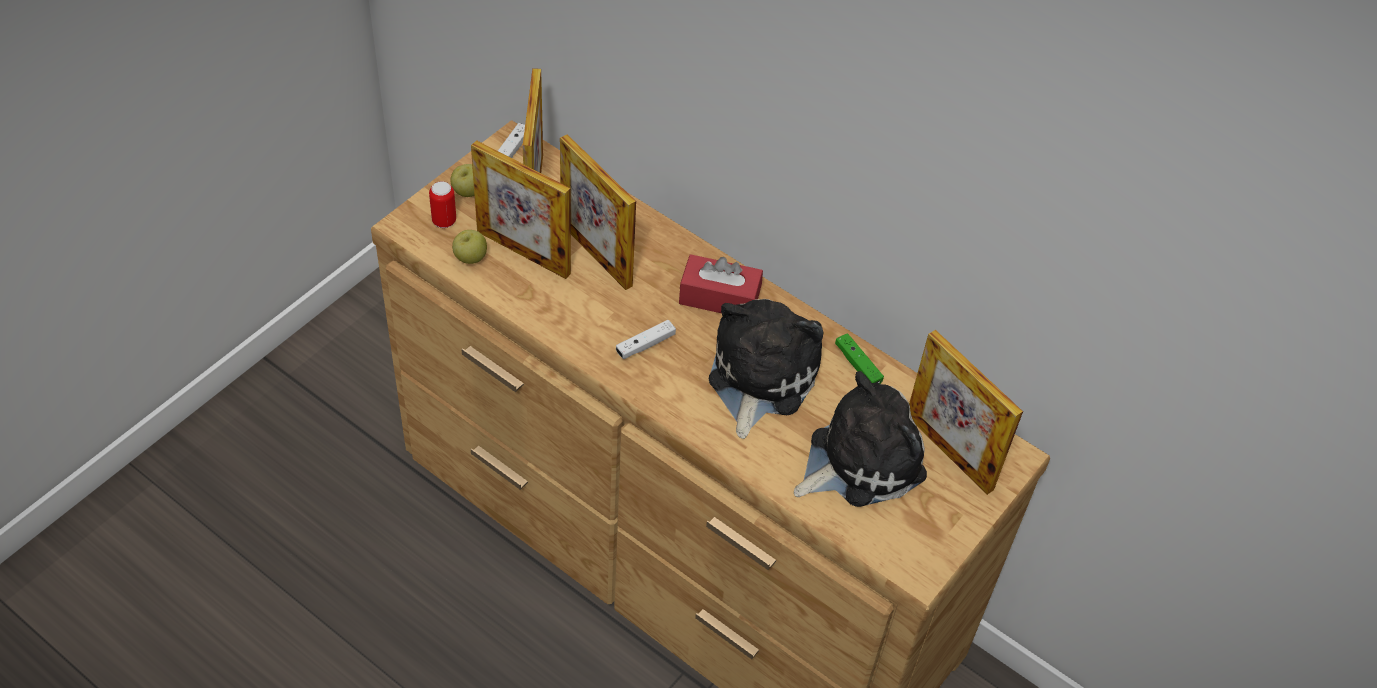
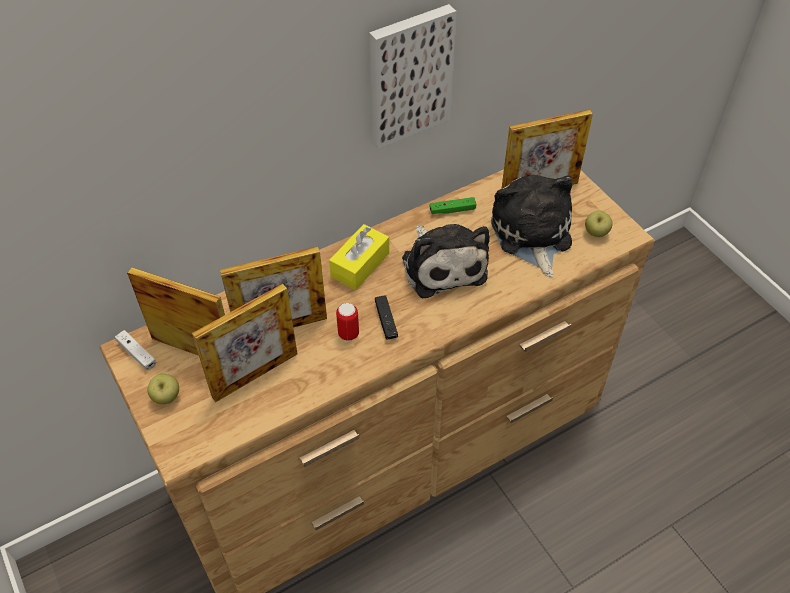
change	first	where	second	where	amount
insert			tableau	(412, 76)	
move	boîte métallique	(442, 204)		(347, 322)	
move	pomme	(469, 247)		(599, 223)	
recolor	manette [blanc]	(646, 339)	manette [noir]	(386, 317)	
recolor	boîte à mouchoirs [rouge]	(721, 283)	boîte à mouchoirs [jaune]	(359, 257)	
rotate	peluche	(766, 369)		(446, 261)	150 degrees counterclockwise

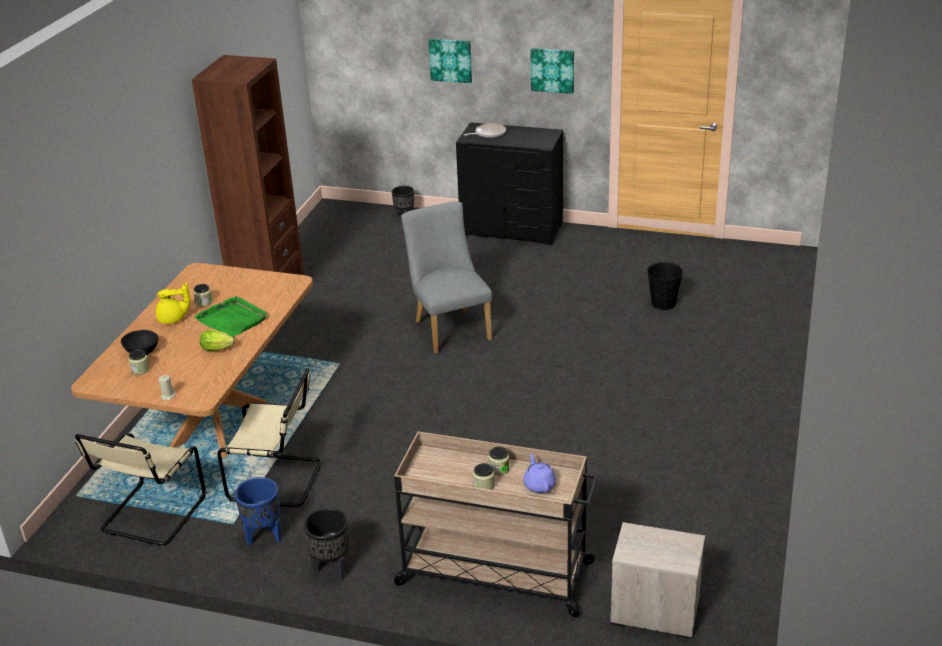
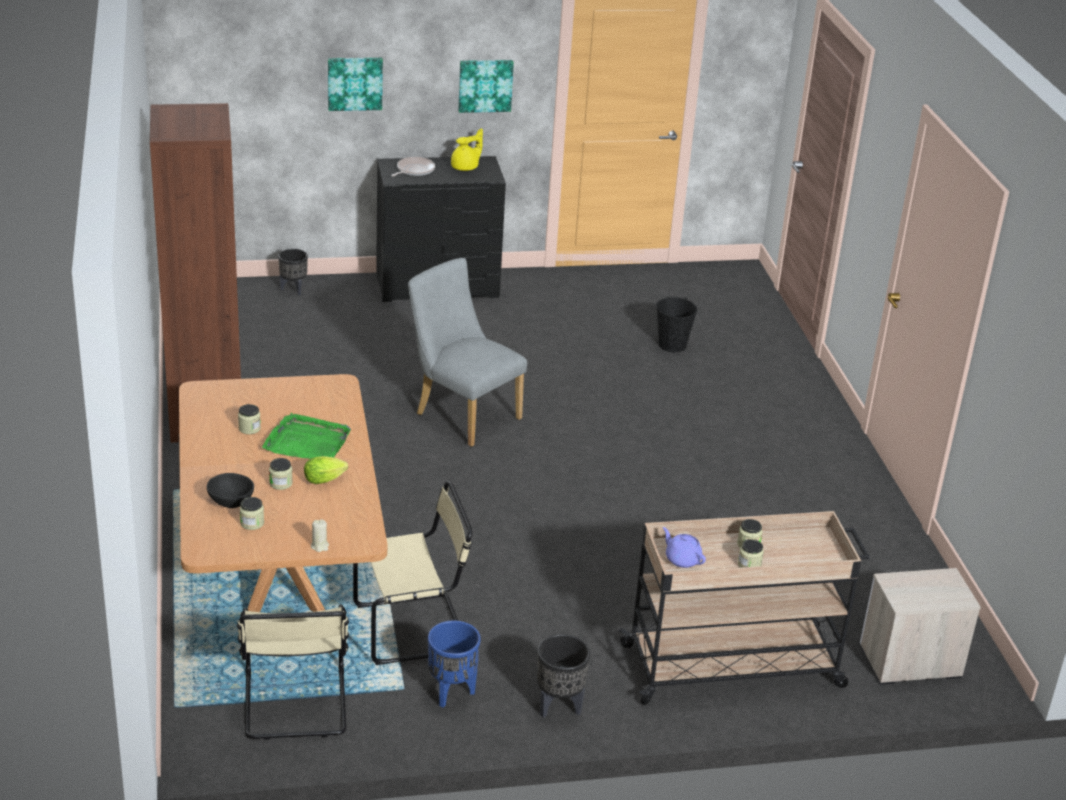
change	first	where	second	where	amount
insert			bocal	(281, 474)	
move	théière [jaune]	(173, 303)		(467, 149)	
move	théière [violet]	(539, 473)		(684, 547)	

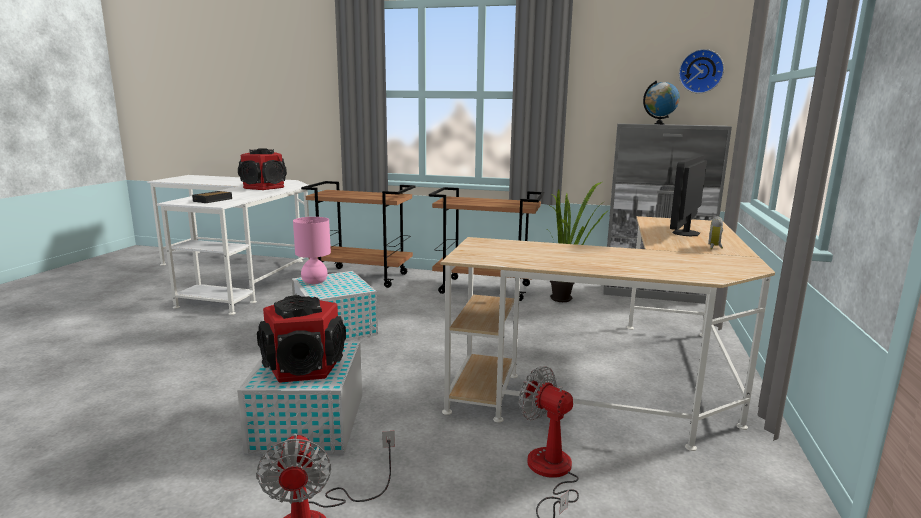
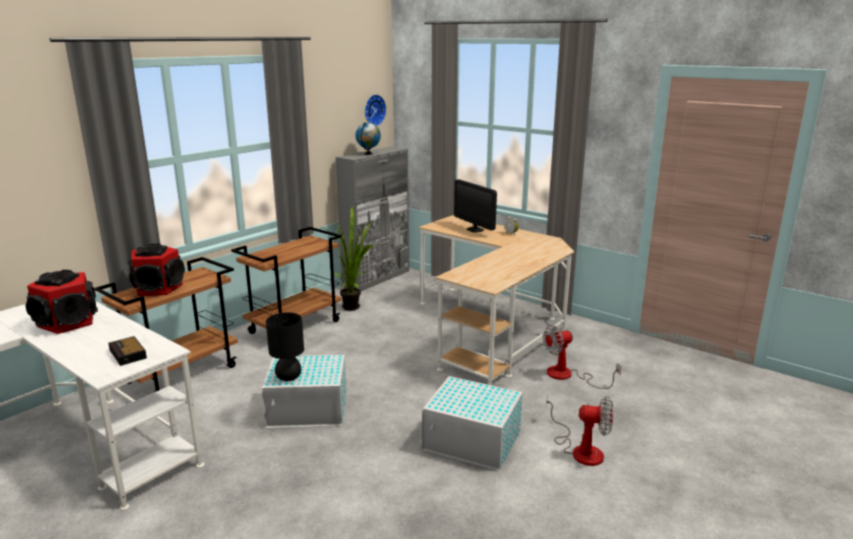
change	first	where	second	where	amount
move	enceinte	(301, 339)		(156, 270)	
recolor	lampe de table [rose]	(312, 250)	lampe de table [noir]	(285, 346)	

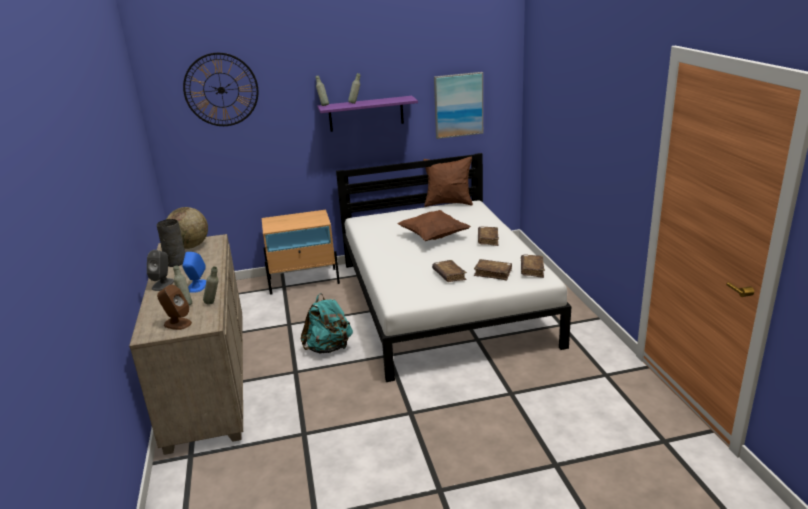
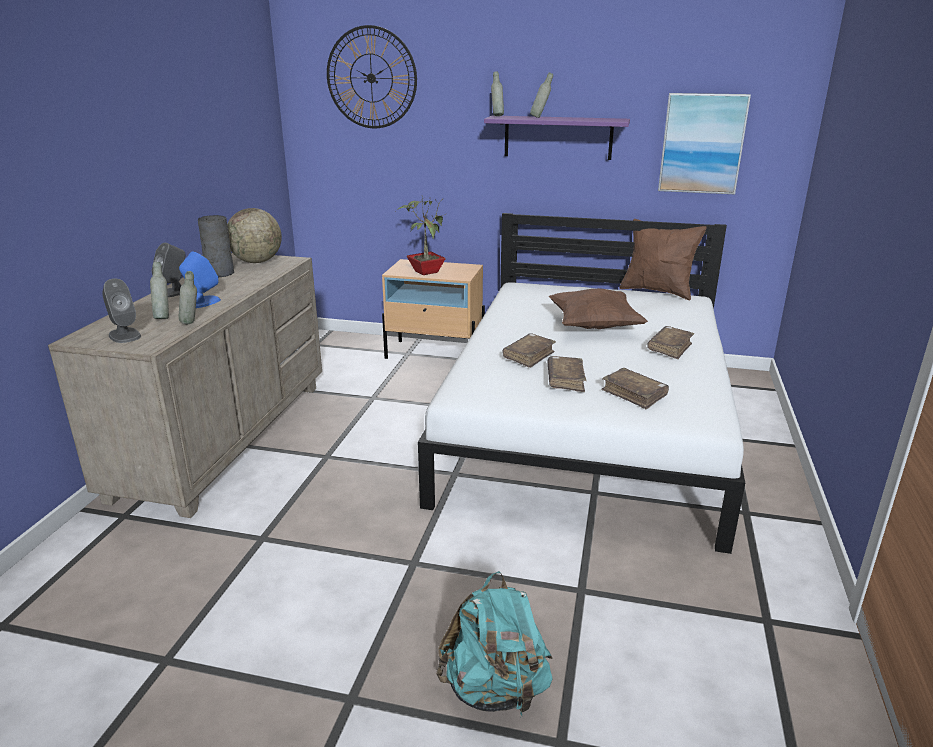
change	first	where	second	where	amount
insert			plante en pot	(421, 235)	
move	sac à dos [turquoise]	(327, 323)		(494, 643)	
move	livre [marron]	(533, 266)		(529, 350)	
recolor	enceinte [marron]	(174, 307)	enceinte [gris]	(121, 310)	

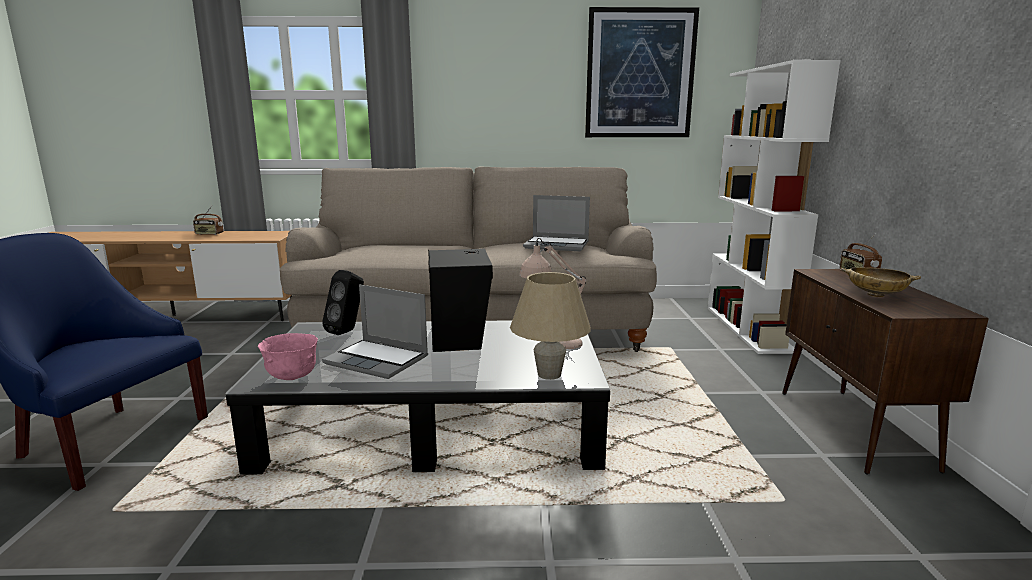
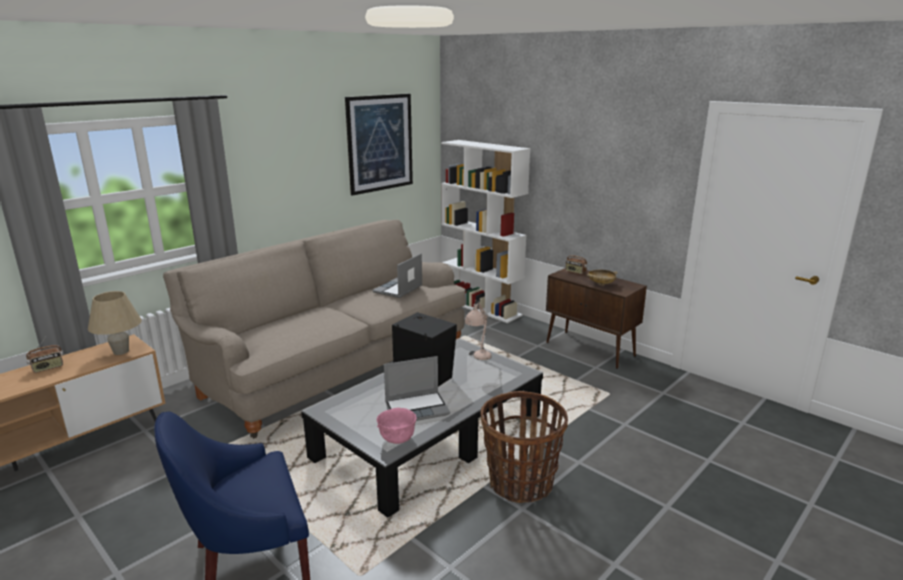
change	first	where	second	where	amount
delete	enceinte [noir]	(343, 302)			
insert			panier	(524, 447)	
move	lampe de table [beige]	(550, 326)		(115, 323)	
rotate	ordinateur portable	(556, 223)		(397, 275)	150 degrees clockwise

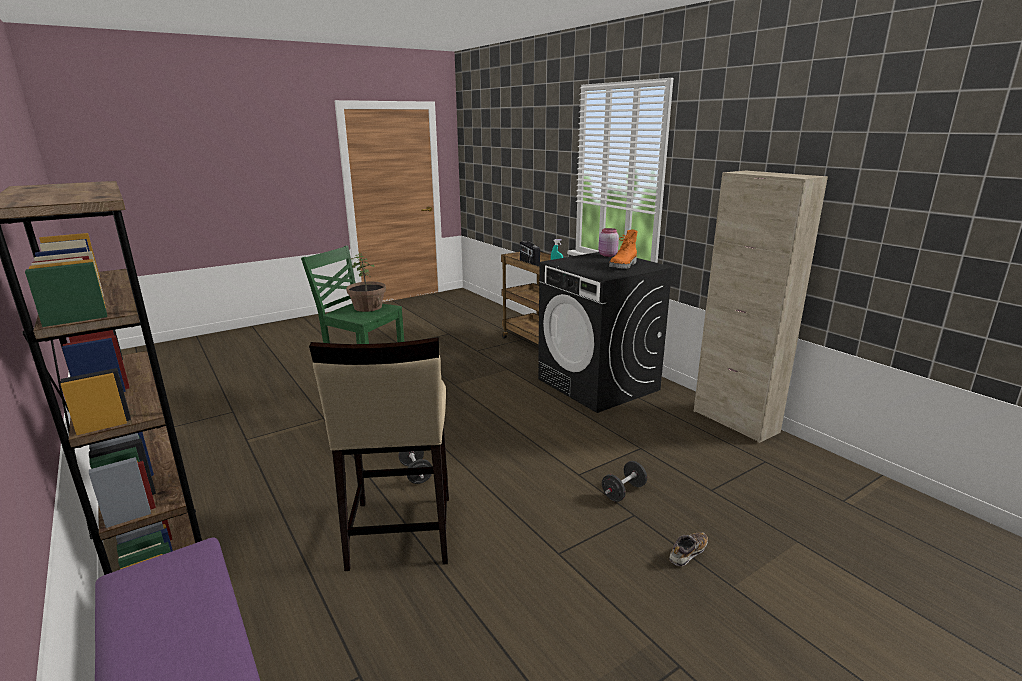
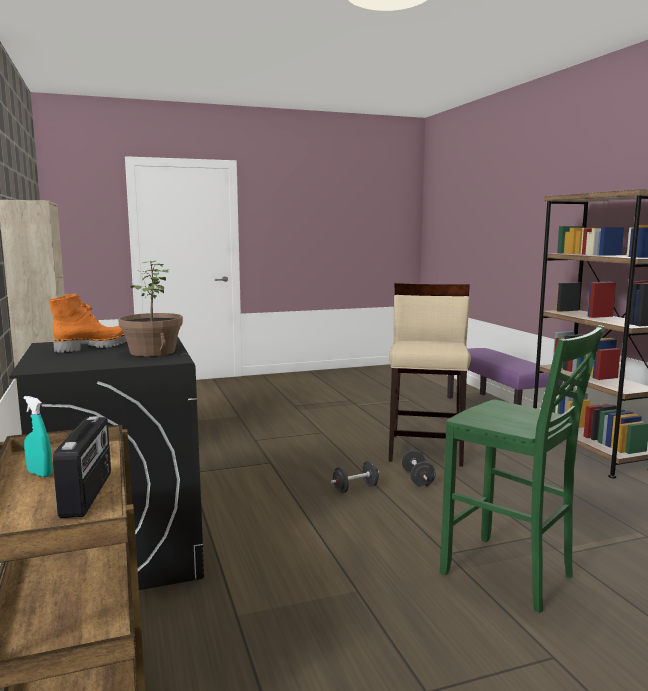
change	first	where	second	where	amount
delete	bocal [rose]	(609, 242)			
delete	chaussure	(688, 549)			
move	plante en pot	(366, 282)		(150, 308)	
move	haltère [noir]	(624, 481)		(355, 477)	

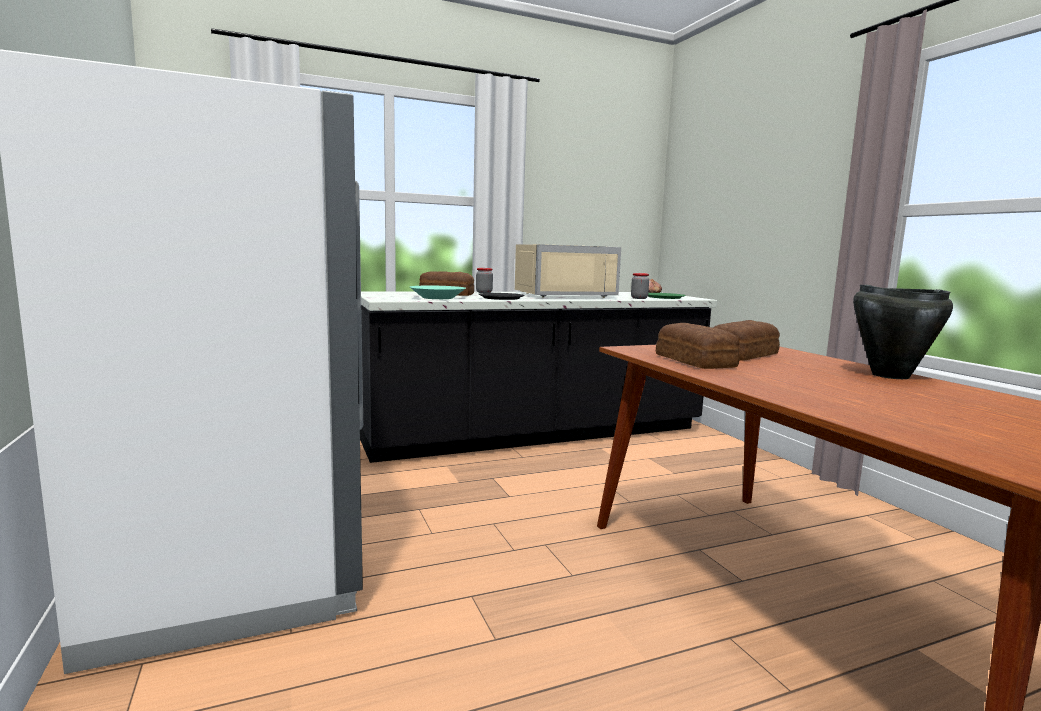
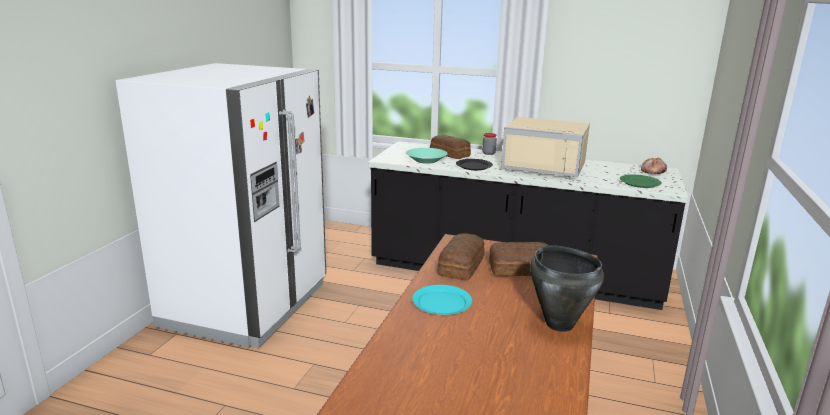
change	first	where	second	where	amount
delete	bocal	(640, 286)			
insert			assiette [turquoise]	(442, 300)	

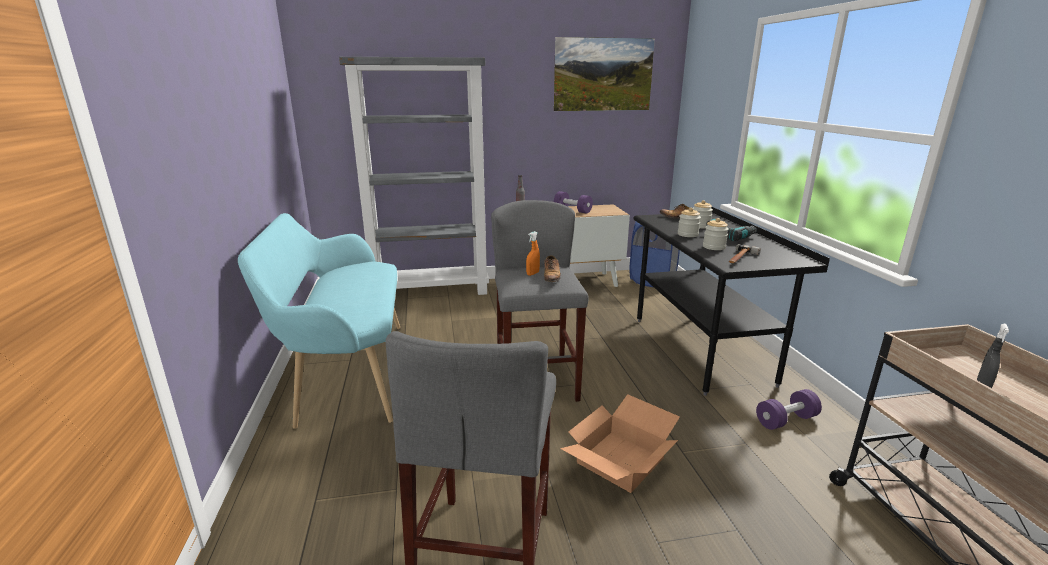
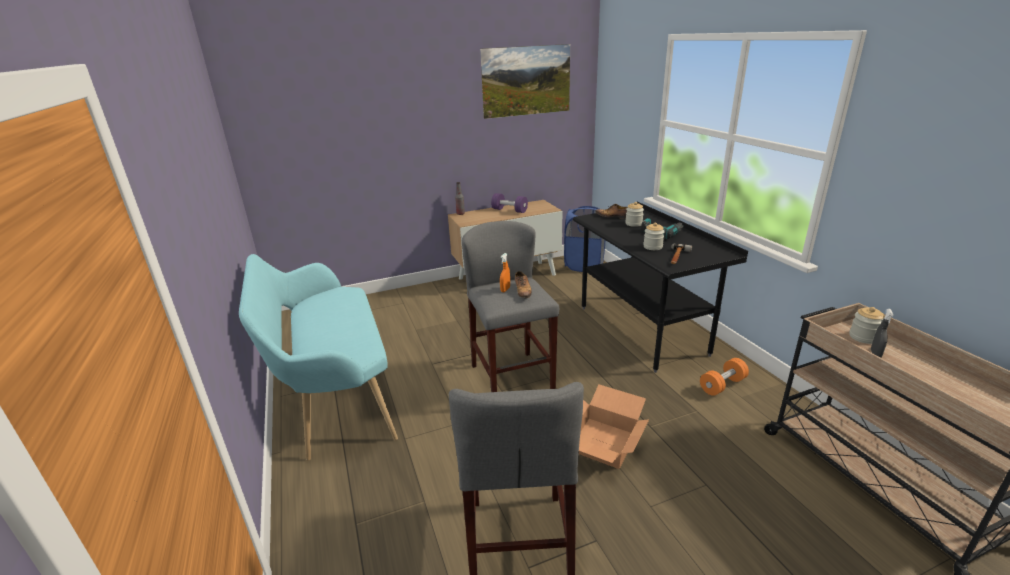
change	first	where	second	where	amount
delete	bibliothèque [gris]	(414, 176)			
move	bocal	(689, 222)		(867, 325)	
recolor	haltère [violet]	(789, 409)	haltère [orange]	(724, 377)	

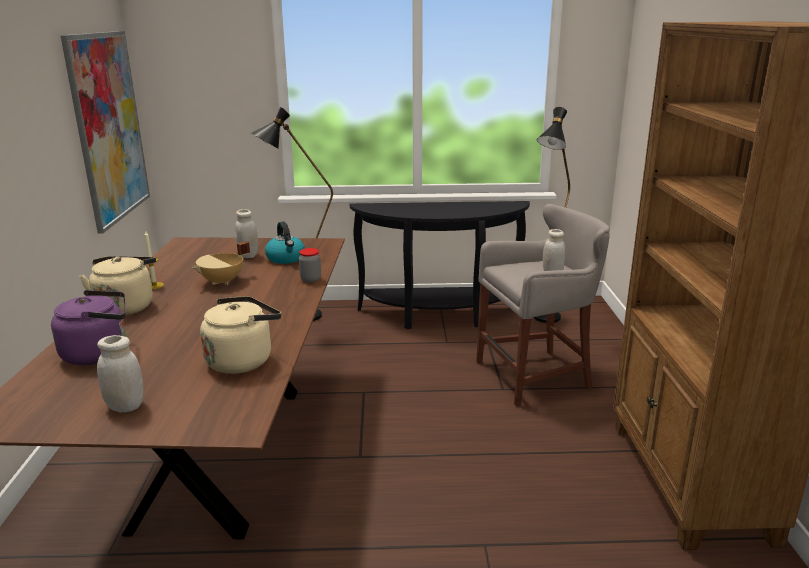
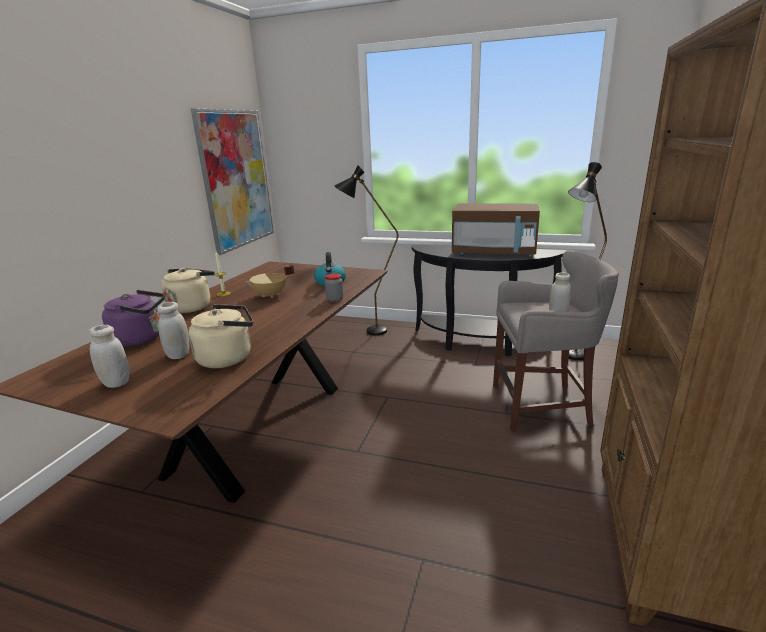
change	first	where	second	where	amount
insert			micro-ondes [marron]	(496, 230)	
move	bocal [blanc]	(246, 233)		(173, 330)	

